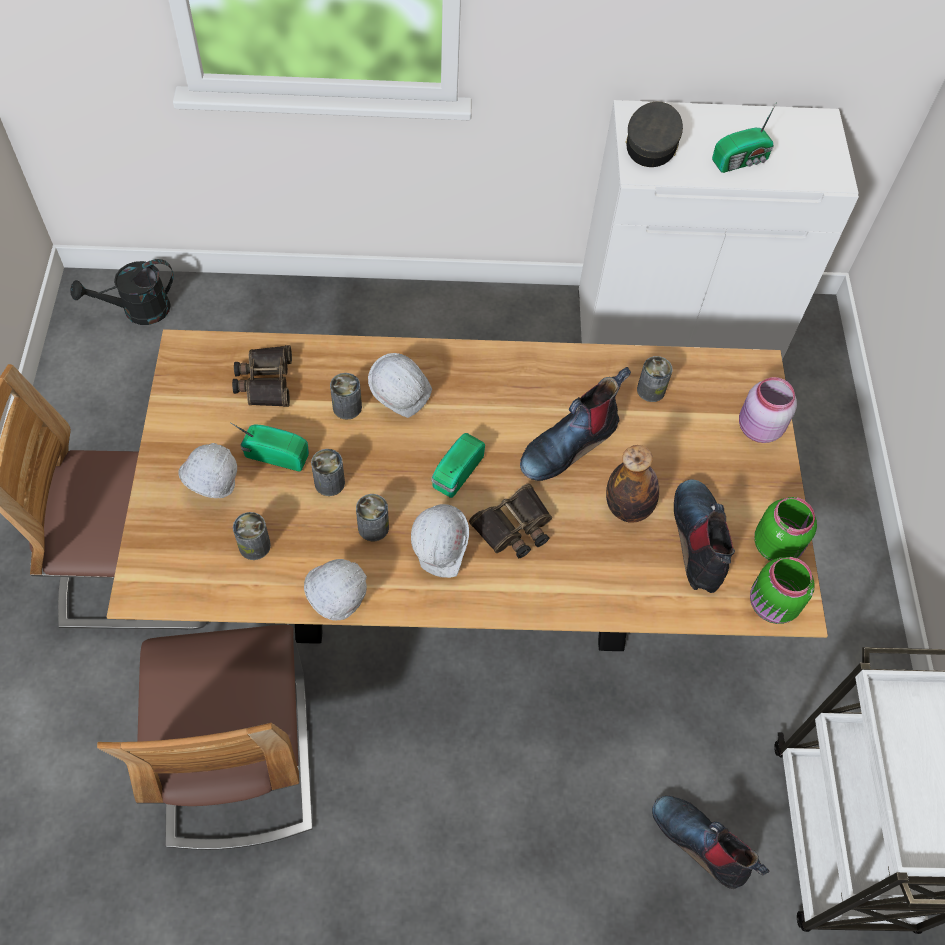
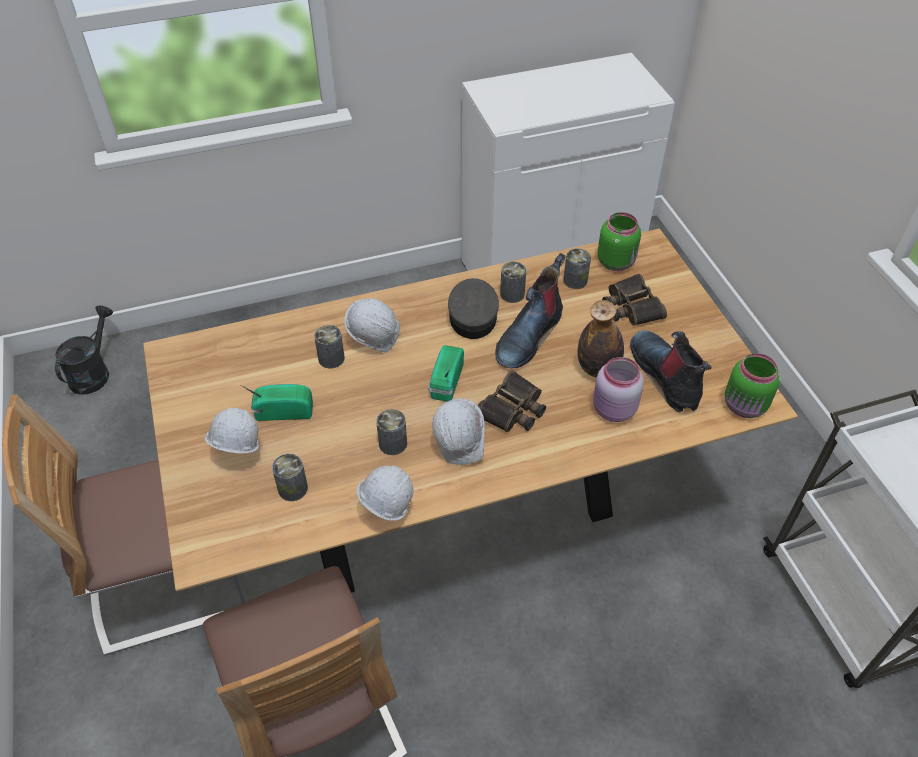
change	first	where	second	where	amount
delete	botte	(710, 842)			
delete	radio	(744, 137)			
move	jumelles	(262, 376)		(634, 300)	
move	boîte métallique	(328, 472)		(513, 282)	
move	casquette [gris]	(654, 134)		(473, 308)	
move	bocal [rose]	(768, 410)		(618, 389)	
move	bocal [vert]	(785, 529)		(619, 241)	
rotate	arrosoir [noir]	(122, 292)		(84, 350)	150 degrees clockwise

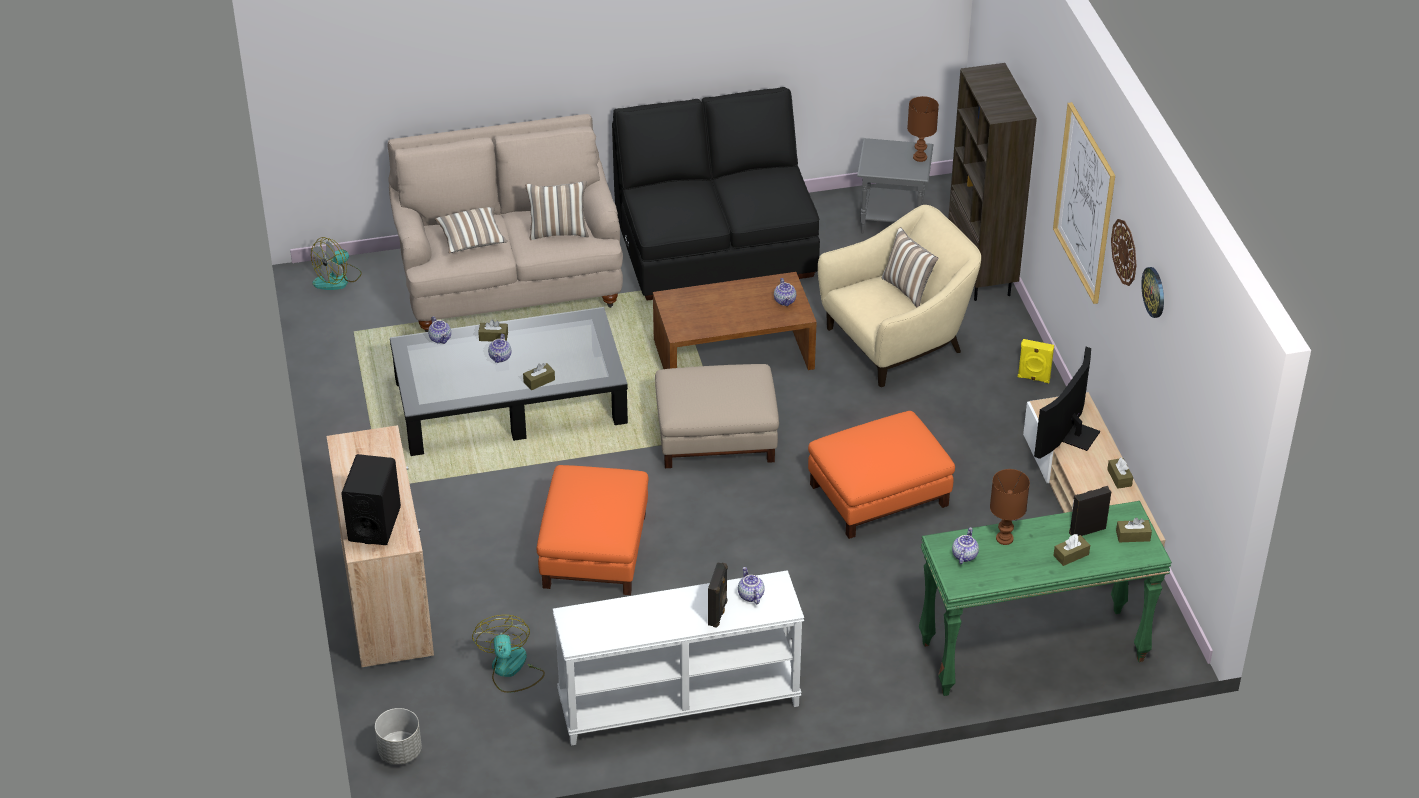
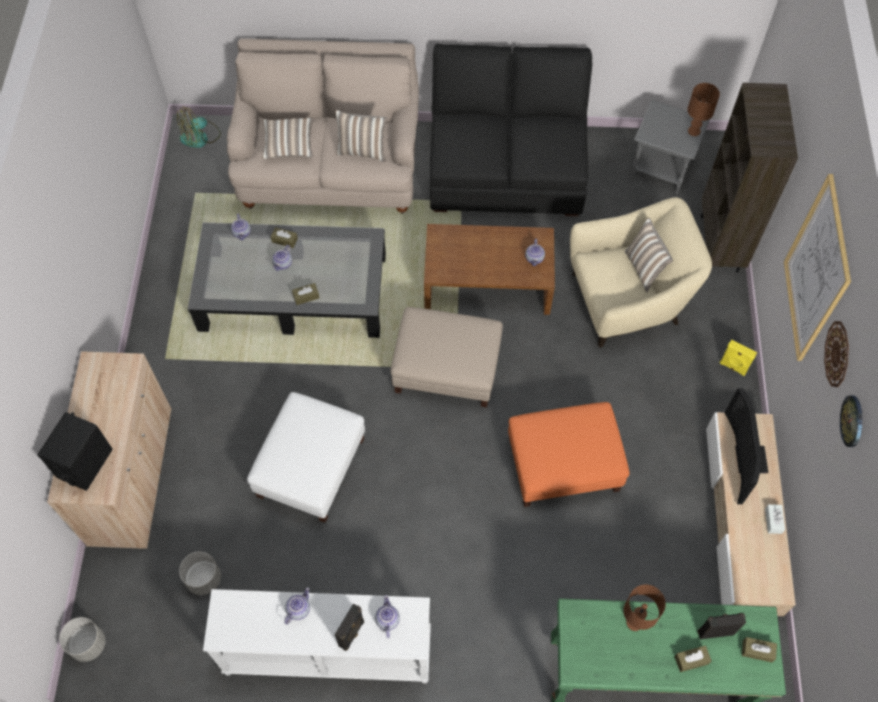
change	first	where	second	where	amount
move	théière	(965, 545)		(297, 606)	
replace	ventilateur	(508, 654)	cache-pot [gris]	(200, 573)	
recolor	pouf [orange]	(592, 530)	pouf [blanc]	(306, 457)	
recolor	boîte à mouchoirs [marron]	(1120, 473)	boîte à mouchoirs [blanc]	(775, 519)	
rotate	téléviseur	(1067, 402)		(746, 446)	45 degrees counterclockwise

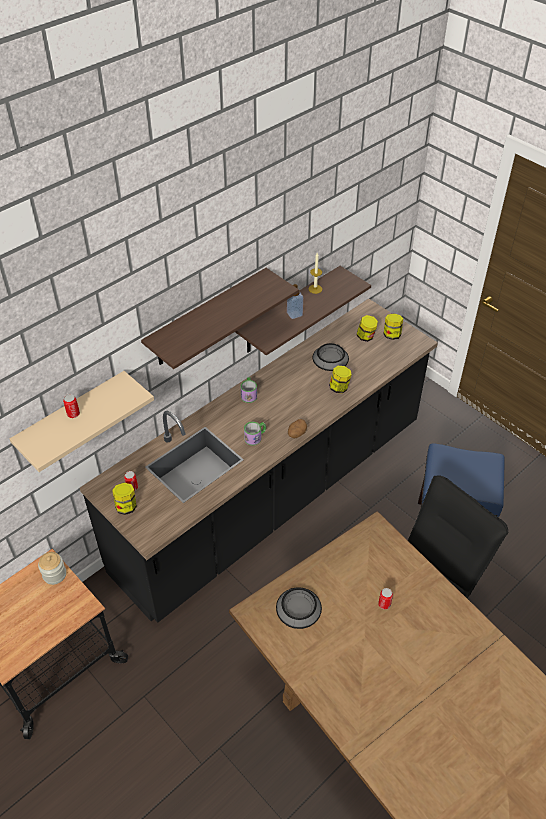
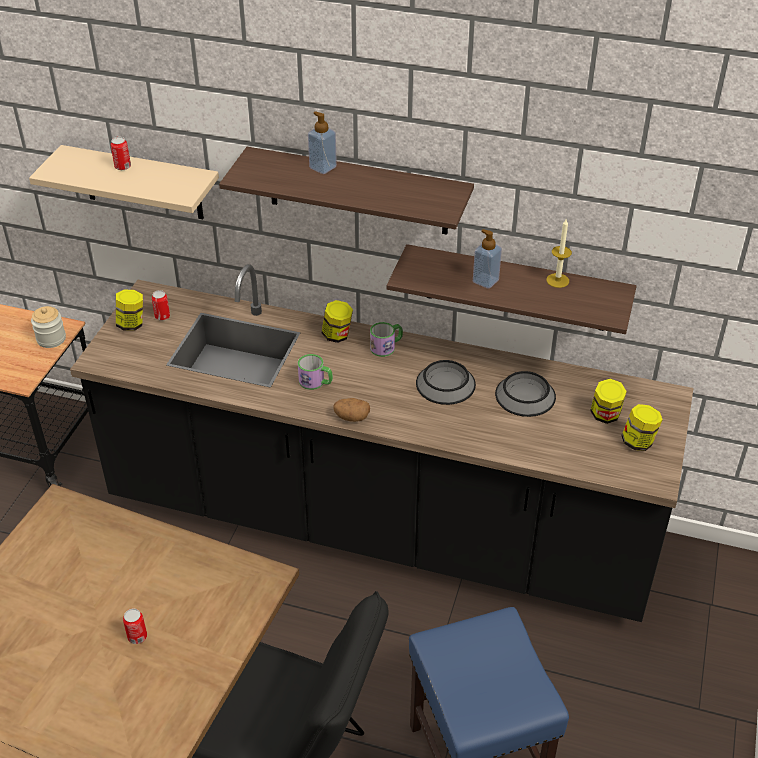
change	first	where	second	where	amount
insert			distributeur de savon	(322, 142)	
move	bol	(299, 608)		(446, 382)	
move	bocal	(340, 379)		(337, 321)	

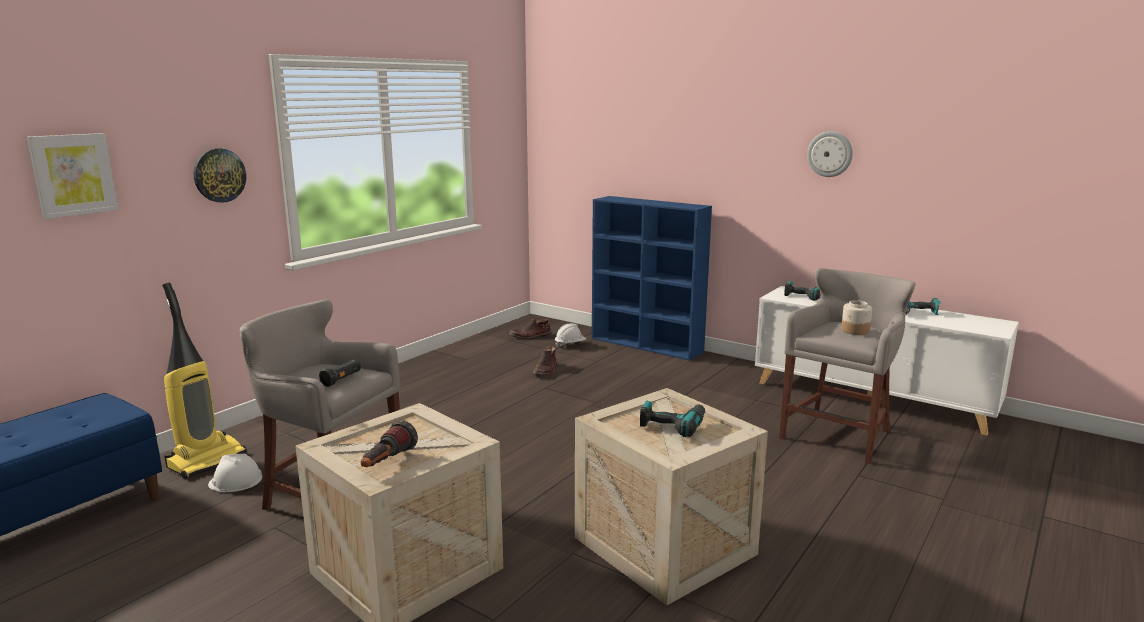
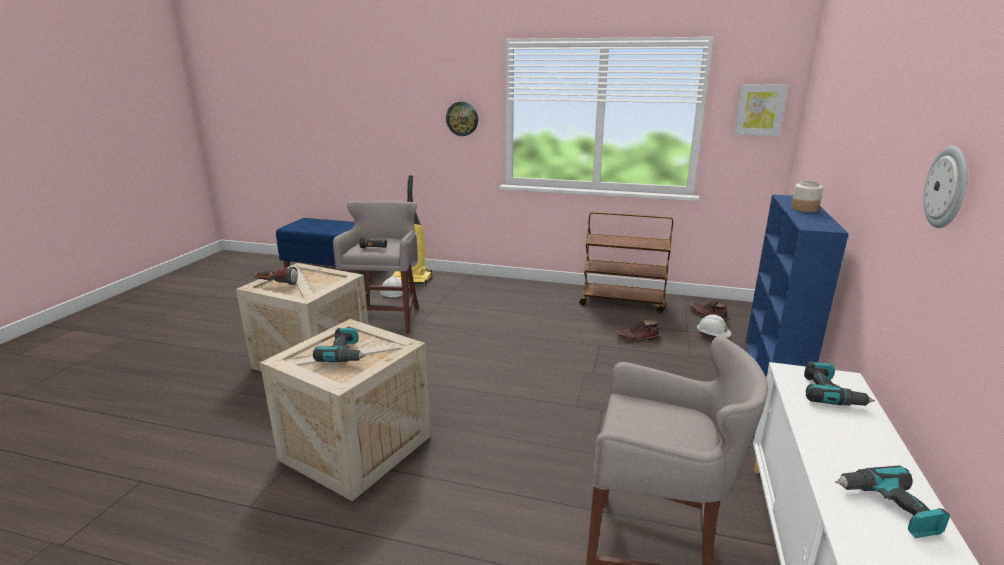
change	first	where	second	where	amount
insert			chariot [marron]	(626, 262)	
move	tableau	(72, 176)		(761, 110)	
move	bocal	(856, 317)		(807, 196)	

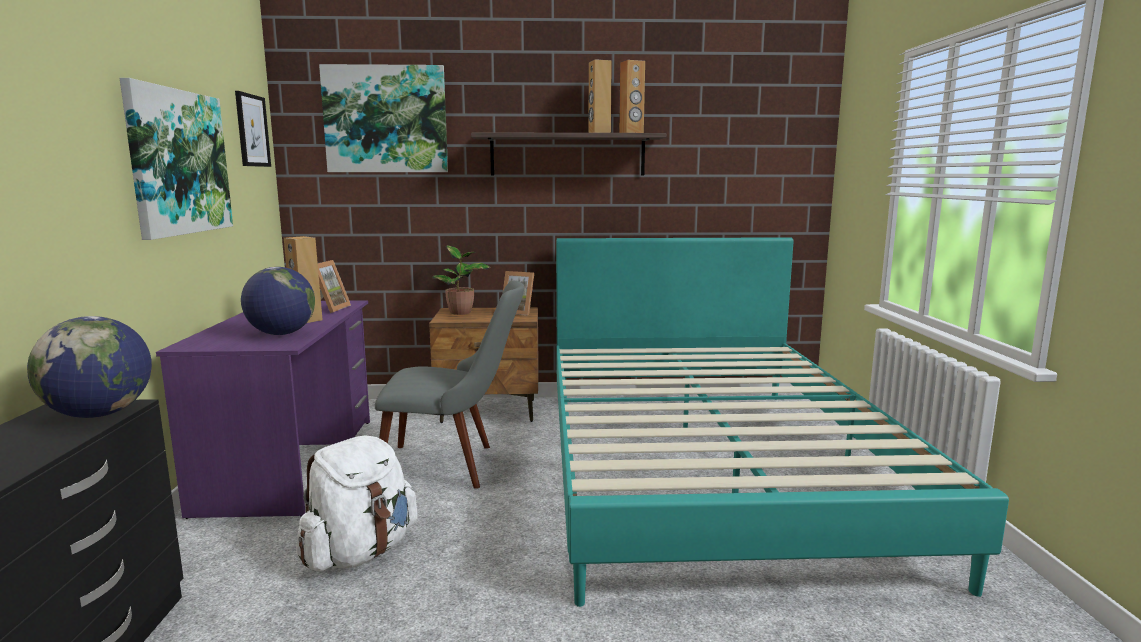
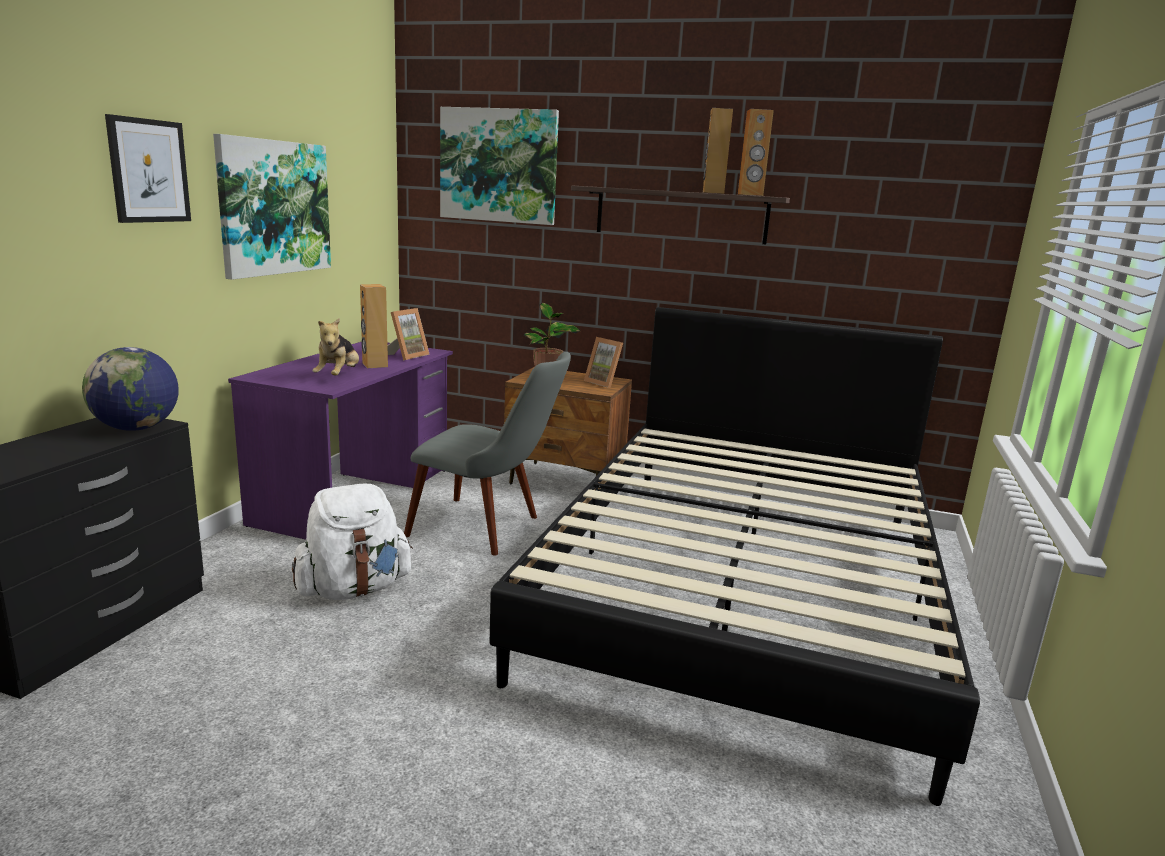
change	first	where	second	where	amount
move	tableau	(253, 129)		(148, 168)	
replace	globe	(278, 301)	peluche	(336, 346)	
recolor	lit [turquoise]	(782, 422)	lit [noir]	(735, 556)	

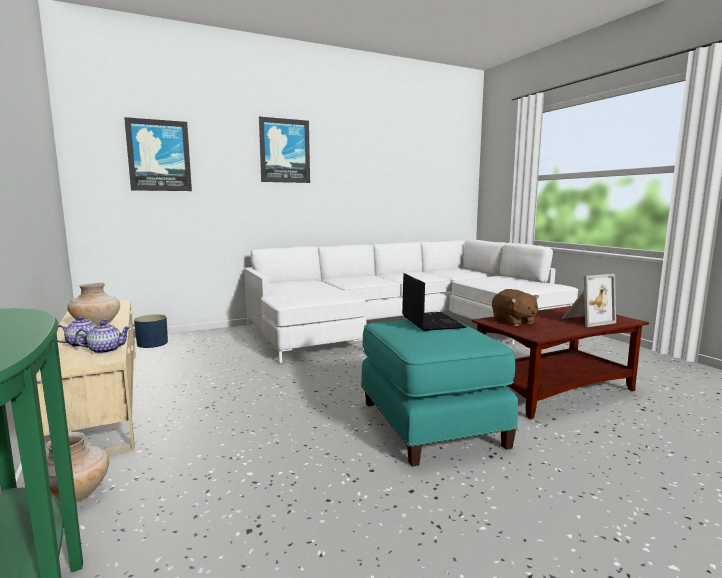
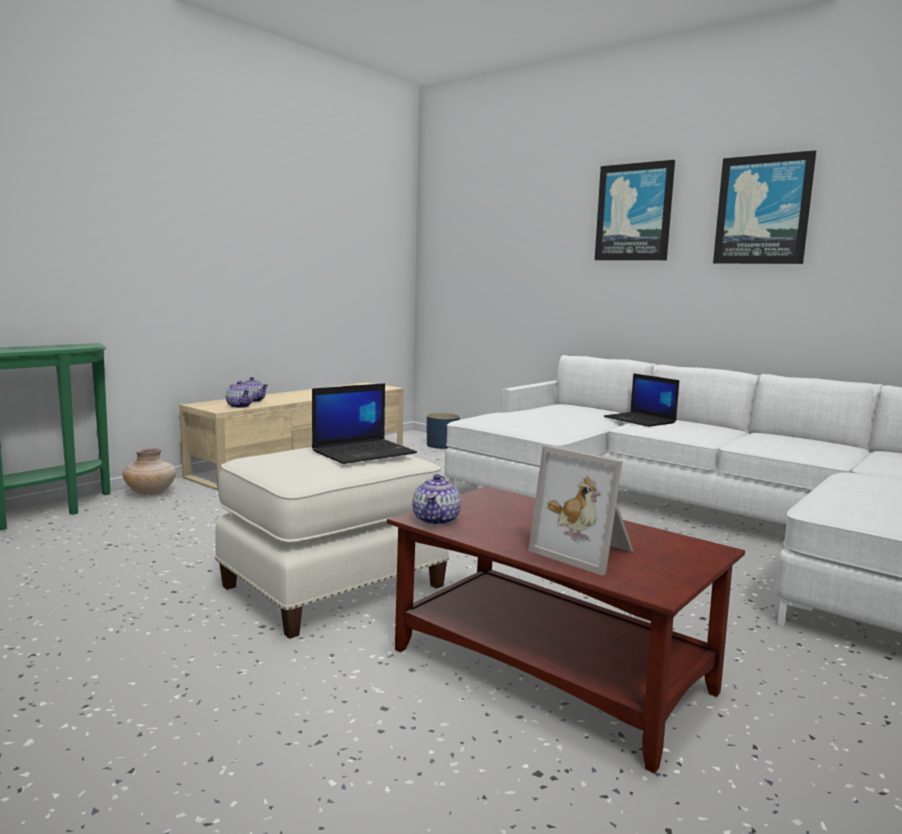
change	first	where	second	where	amount
delete	vase [beige]	(93, 304)			
delete	peluche [marron]	(515, 307)			
insert			théière	(436, 499)	
insert			ordinateur portable	(641, 400)	
move	tableau	(158, 154)		(764, 207)	
recolor	pouf [turquoise]	(439, 393)	pouf [blanc]	(332, 543)	

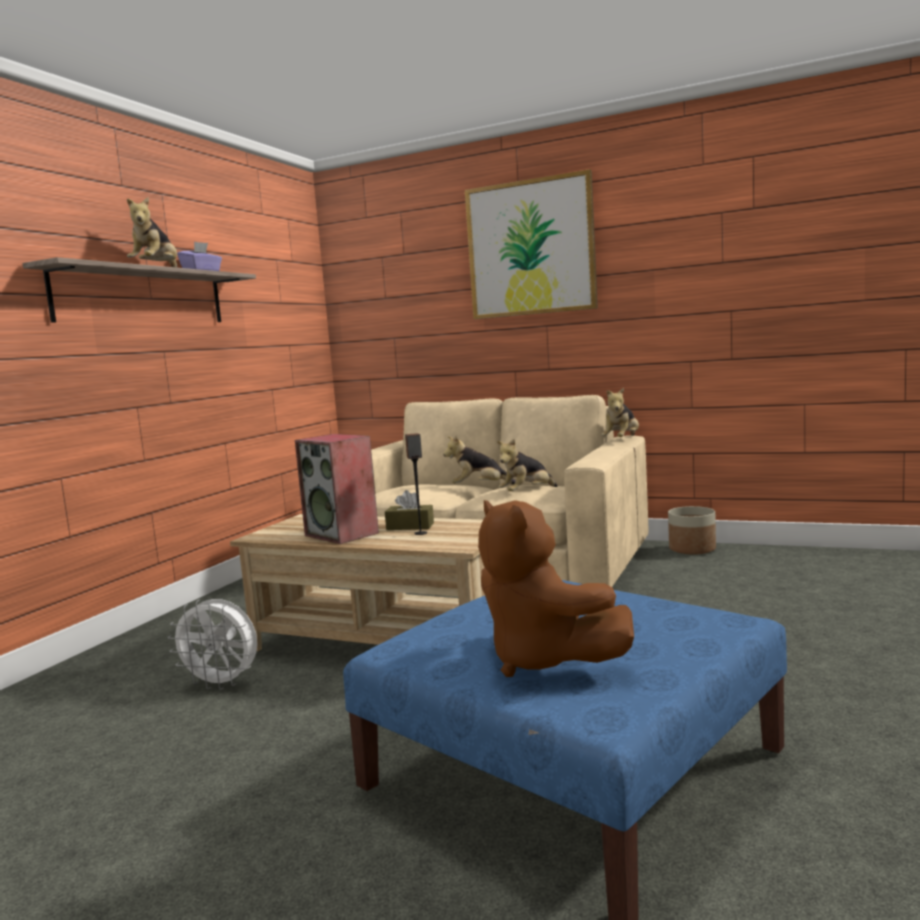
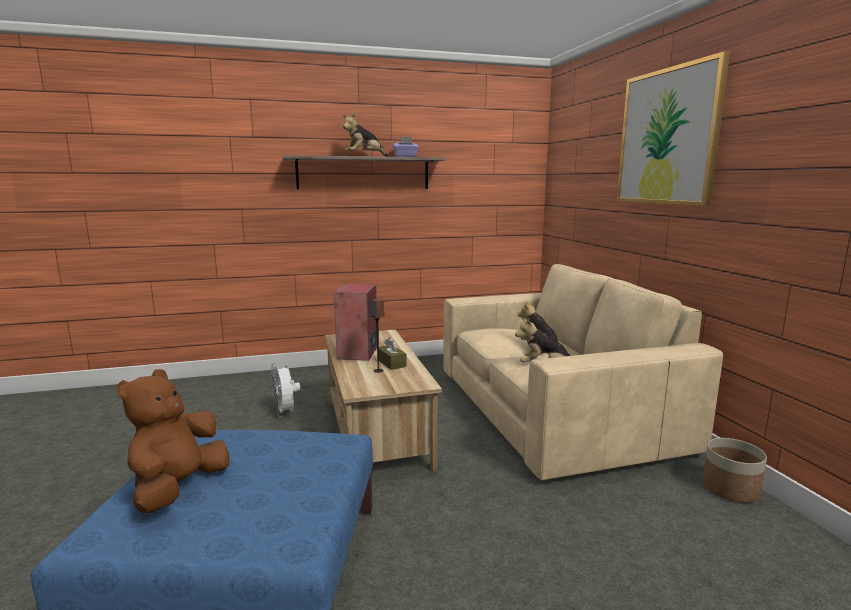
change	first	where	second	where	amount
delete	peluche	(620, 412)			

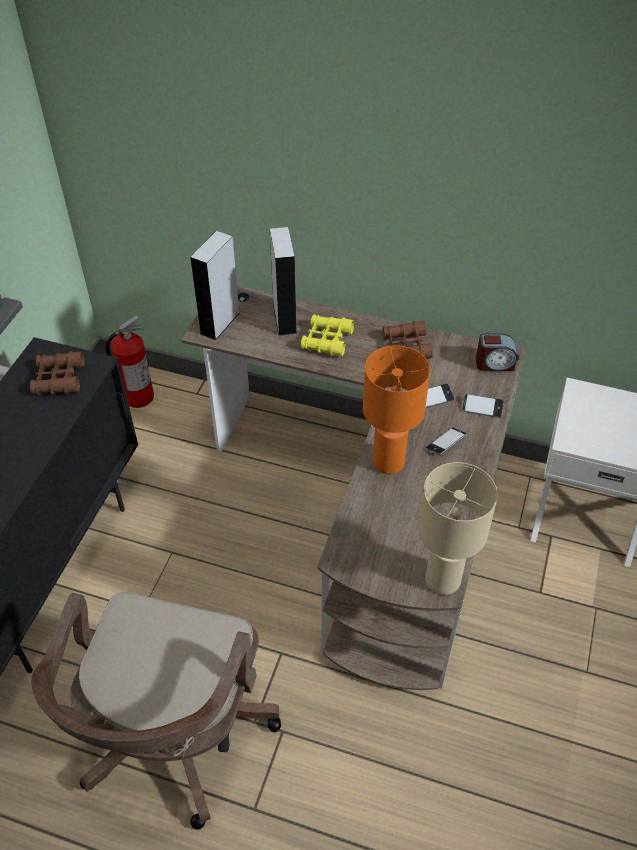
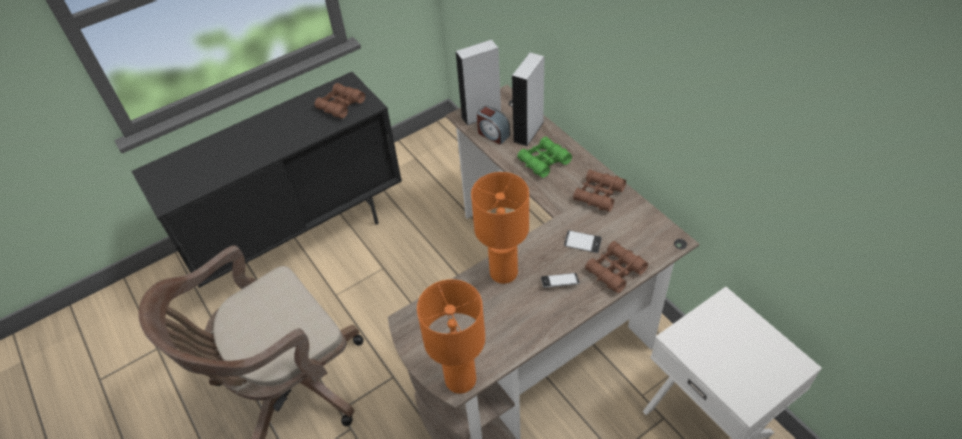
change	first	where	second	where	amount
delete	extincteur	(129, 361)			
move	réveil	(496, 352)		(493, 125)	
replace	téléphone	(483, 406)	jumelles [marron]	(616, 267)	
recolor	jumelles [jaune]	(327, 335)	jumelles [vert]	(544, 157)	
recolor	lampe de table [beige]	(458, 528)	lampe de table [orange]	(451, 336)	

